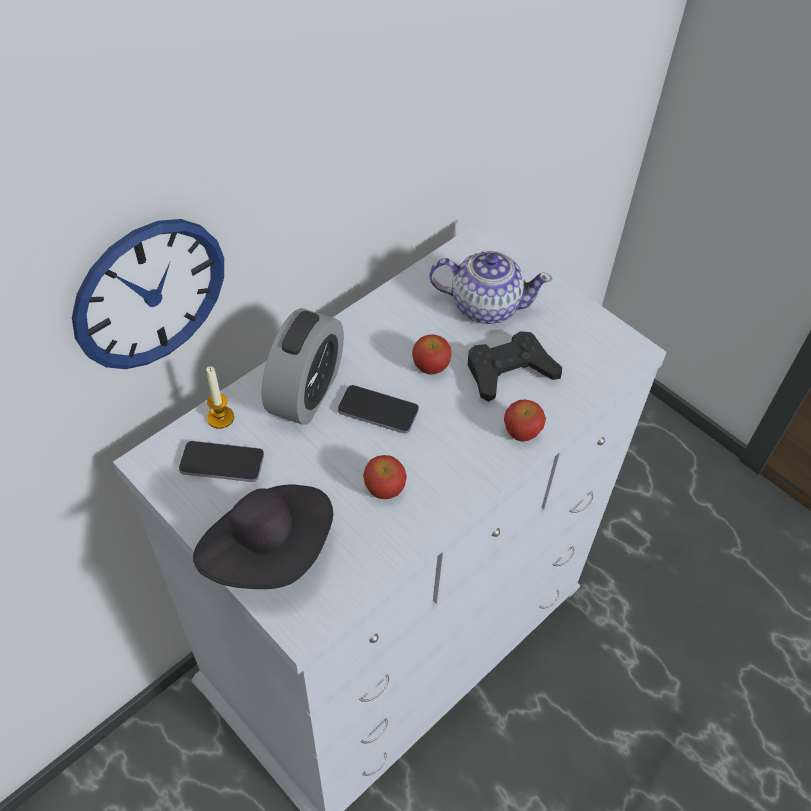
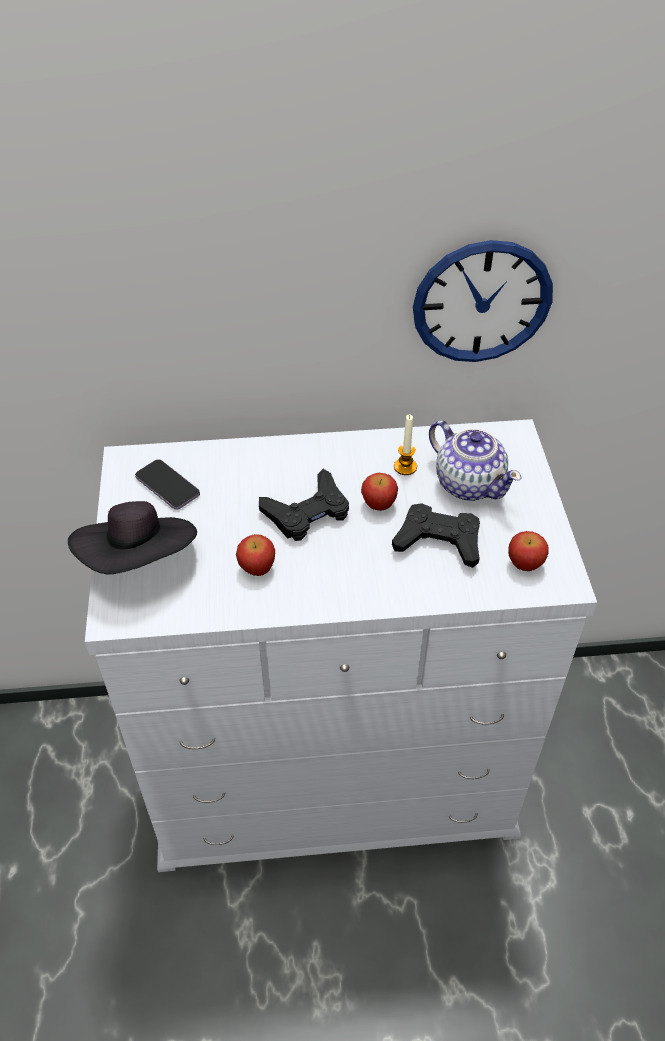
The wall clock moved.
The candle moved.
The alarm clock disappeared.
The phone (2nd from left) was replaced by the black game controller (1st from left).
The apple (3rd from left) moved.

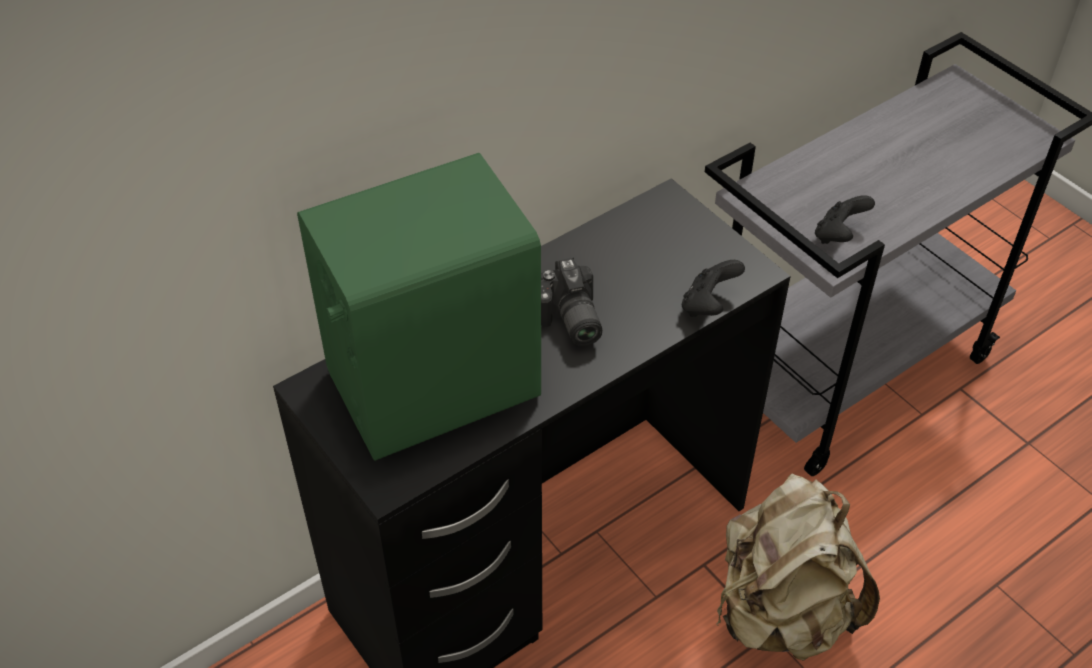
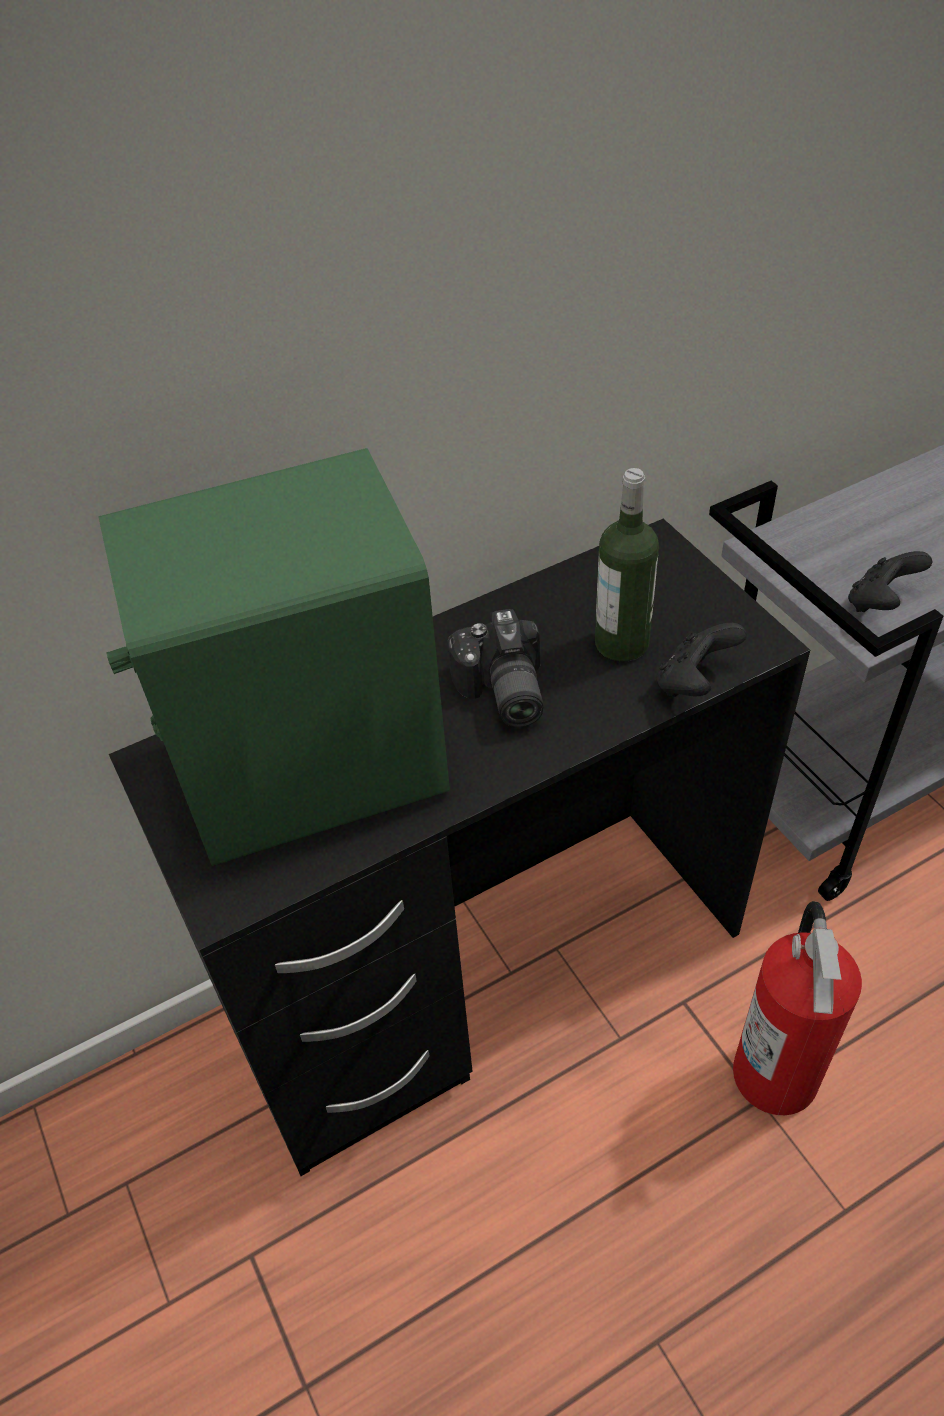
The beige backpack was replaced by the fire extinguisher.
The bottle appeared.

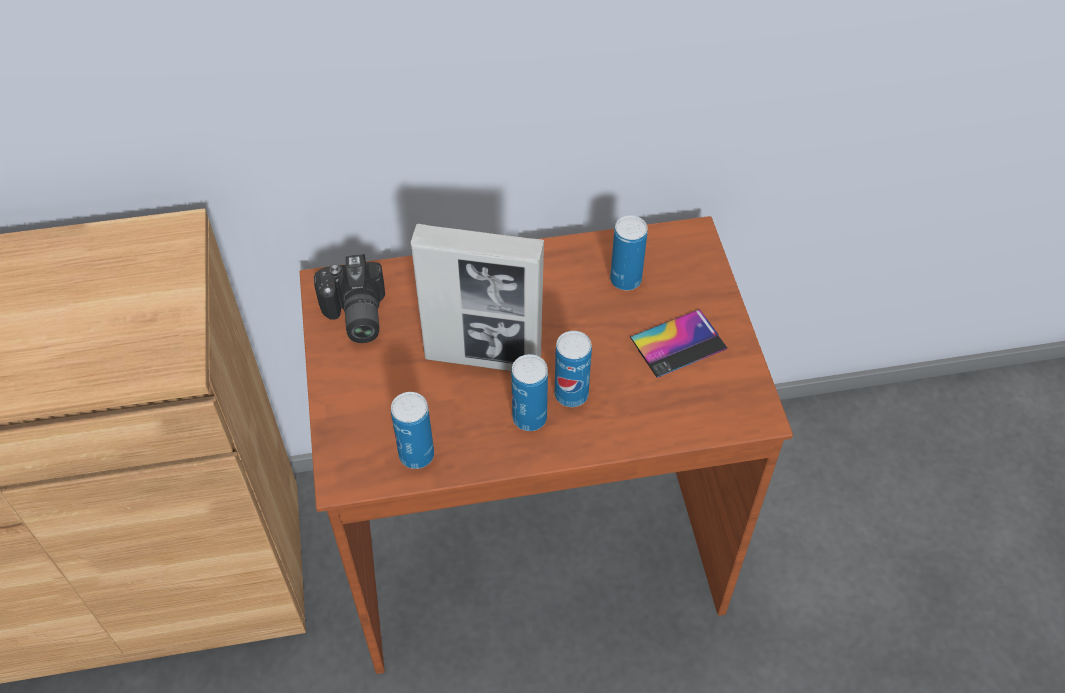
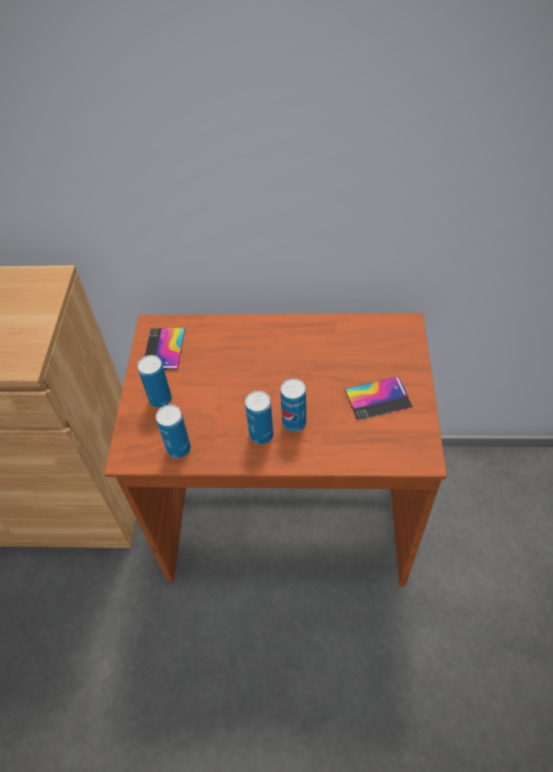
The photo camera was replaced by the phone (1st from left).
The picture frame disappeared.
The can (4th from left in the first image) moved.

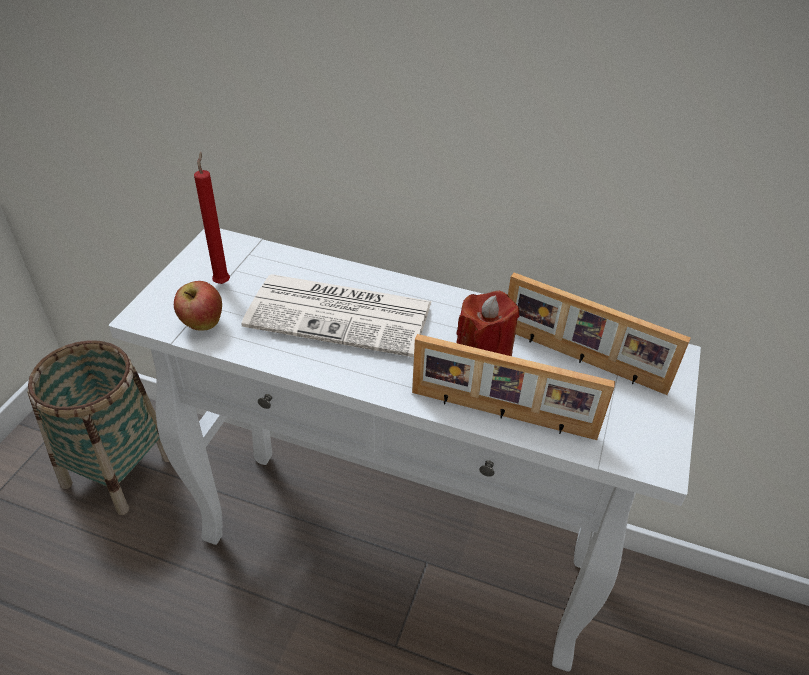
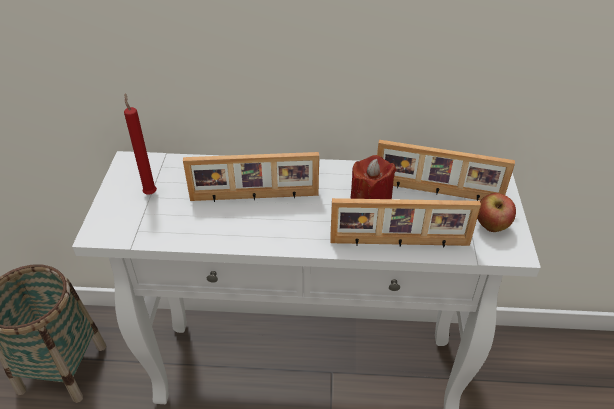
The apple moved.
The newspaper was replaced by the picture frame (1st from left).

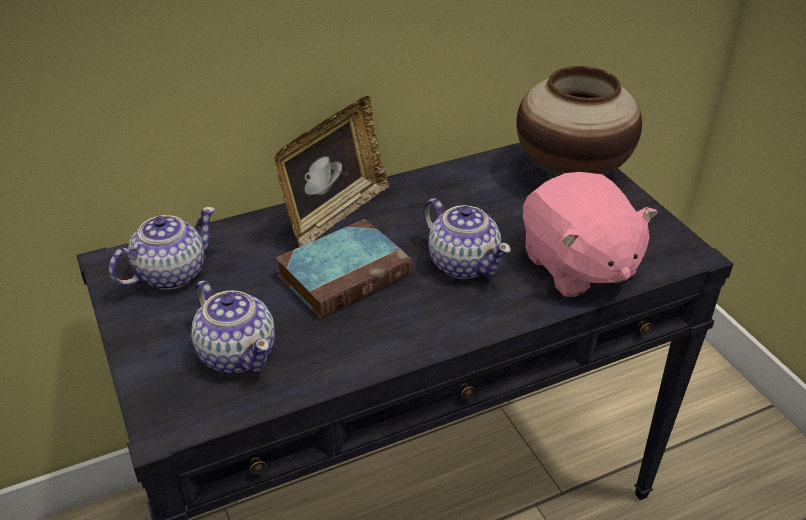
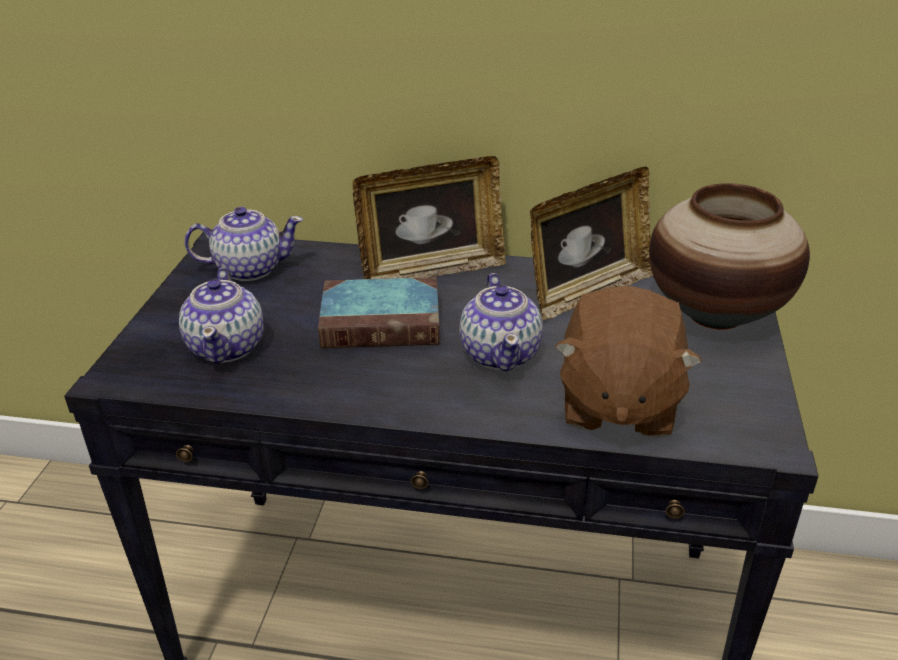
The pink plush toy became the brown plush toy.
The picture frame (2nd from left) appeared.

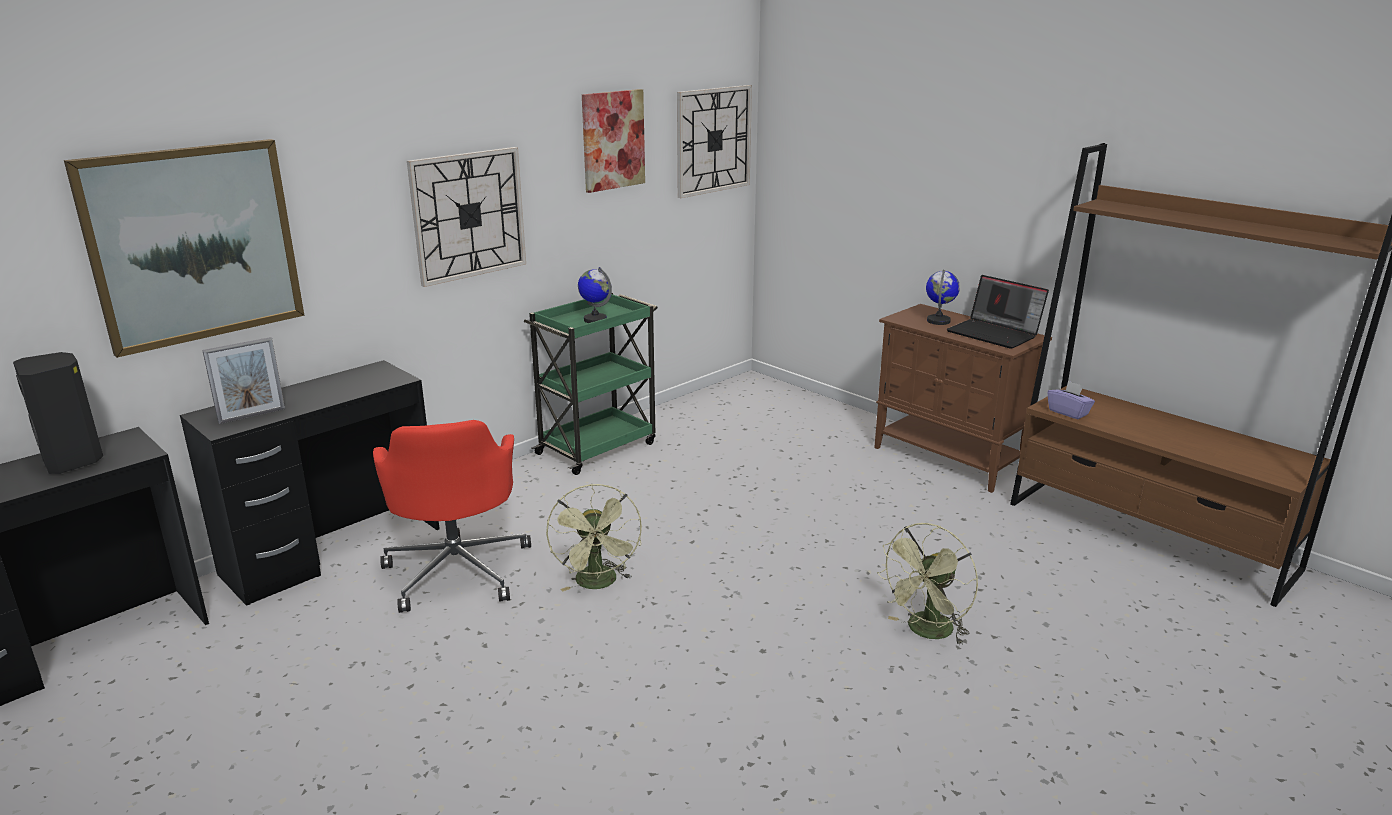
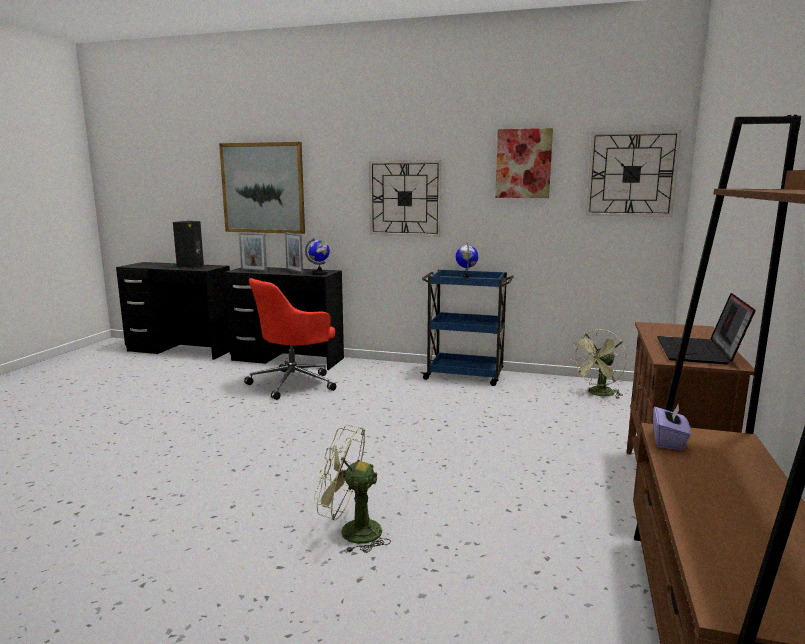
The green cart became the blue cart.
The green fan (1st from left in the first image) moved.
The globe (2nd from left in the first image) moved.
The picture frame (2nd from left) appeared.

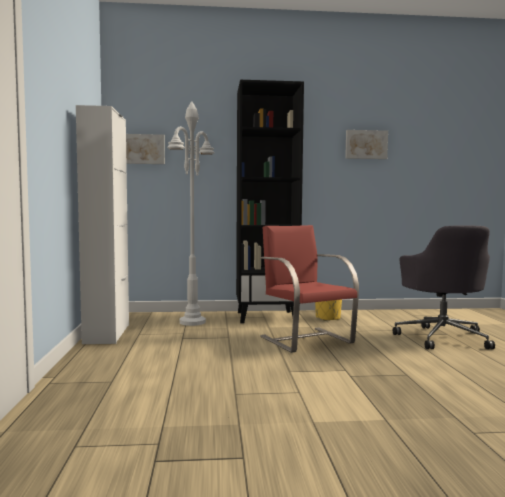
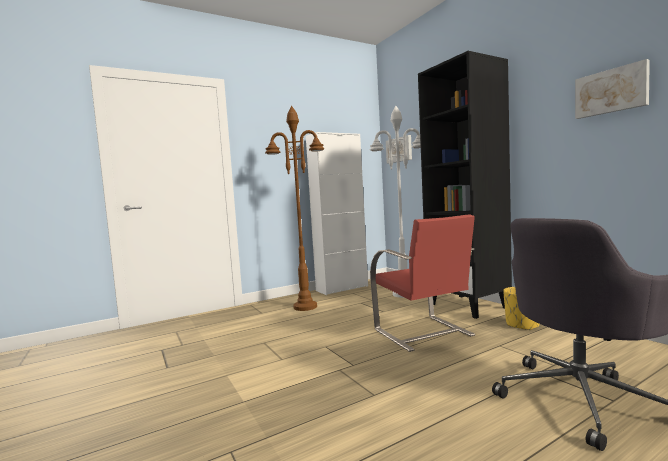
The red chair turned 120 degrees clockwise.
The brown floor lamp appeared.

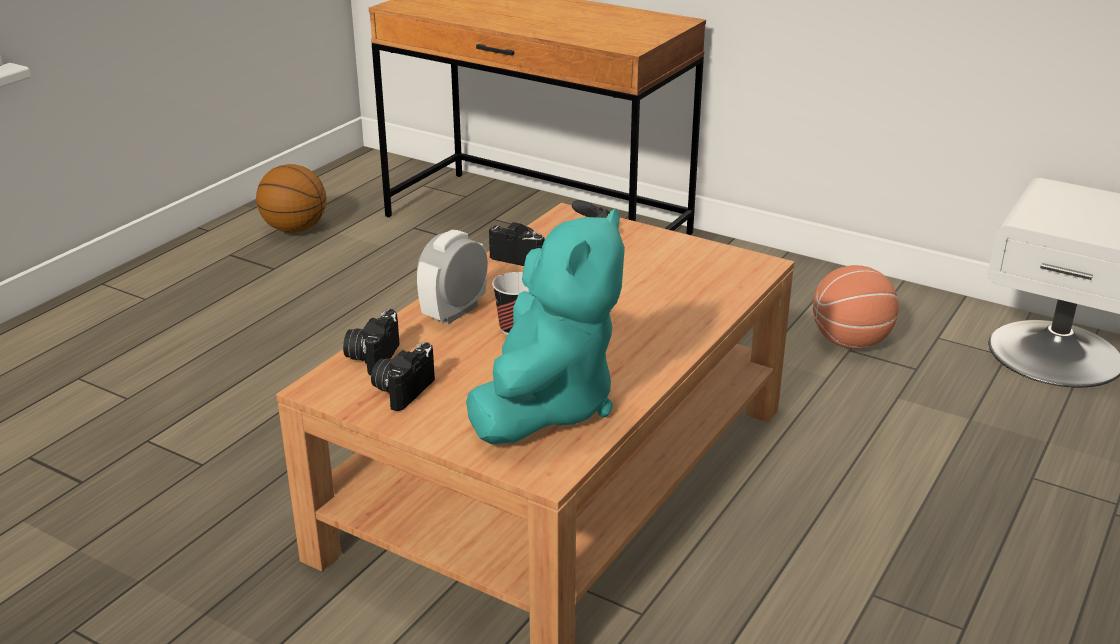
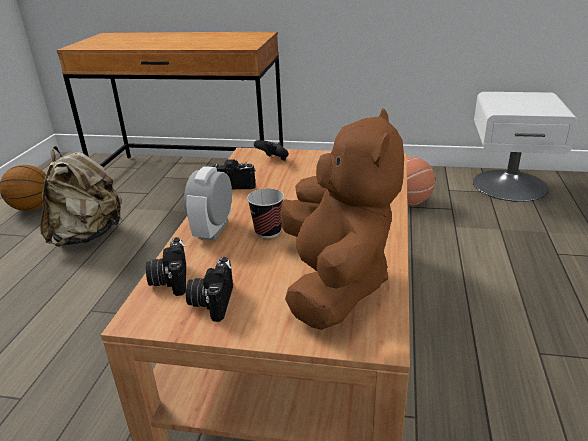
The turquoise plush toy became the brown plush toy.
The beige backpack appeared.

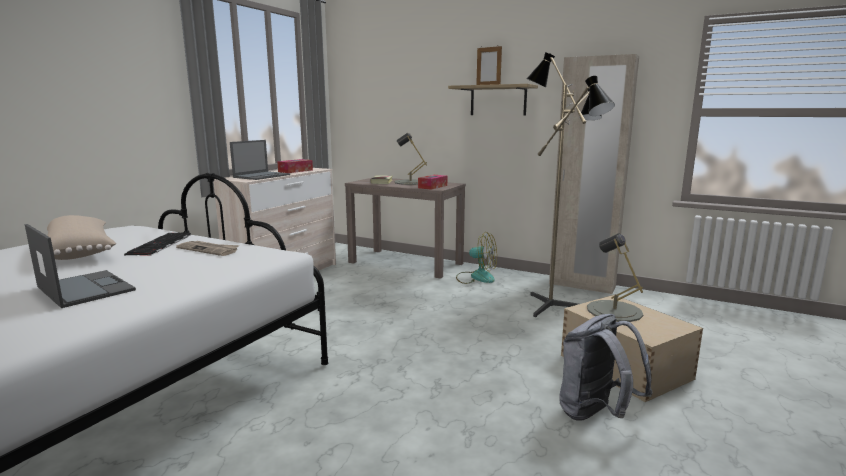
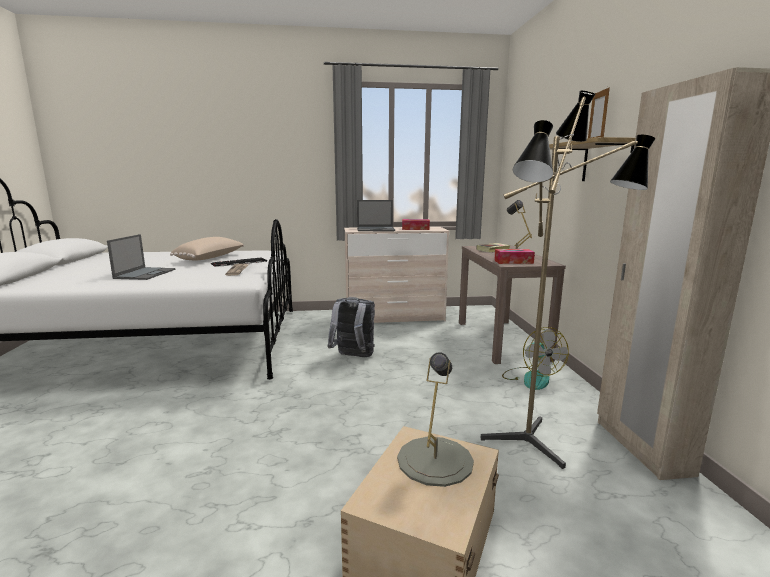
The grey backpack moved.

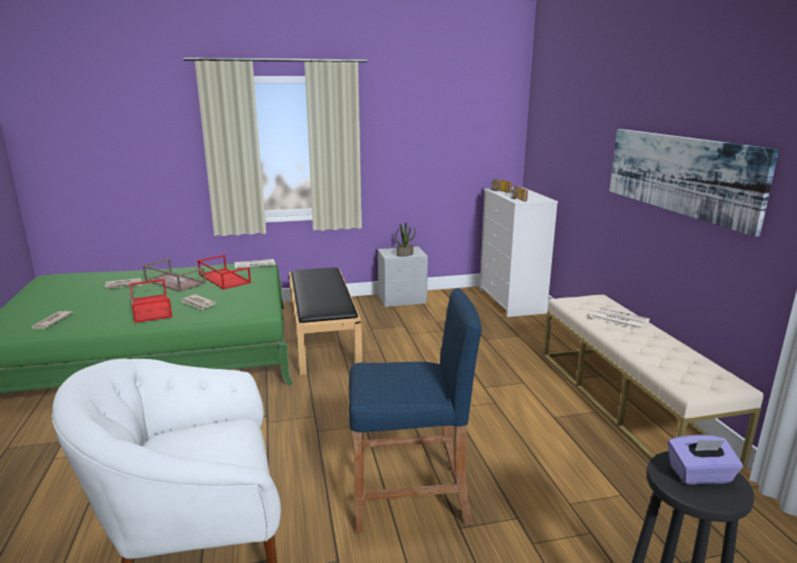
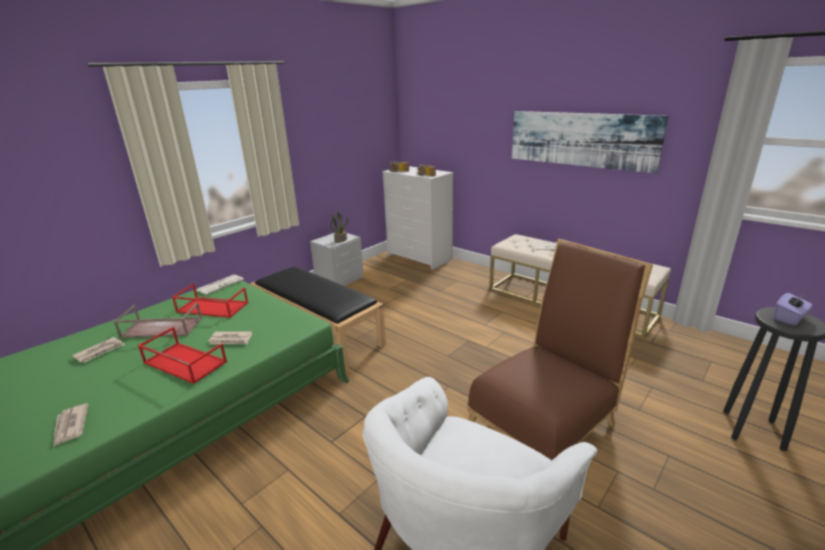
The blue stool was replaced by the brown chair.

